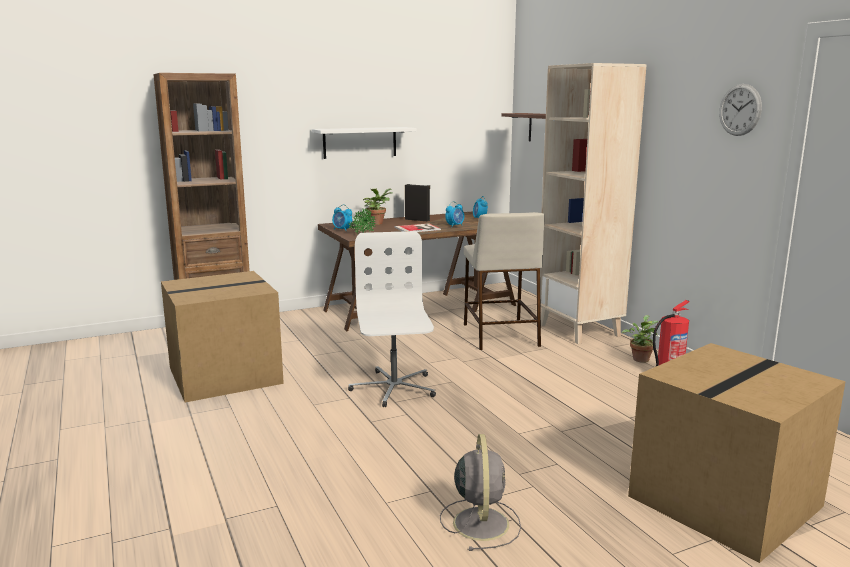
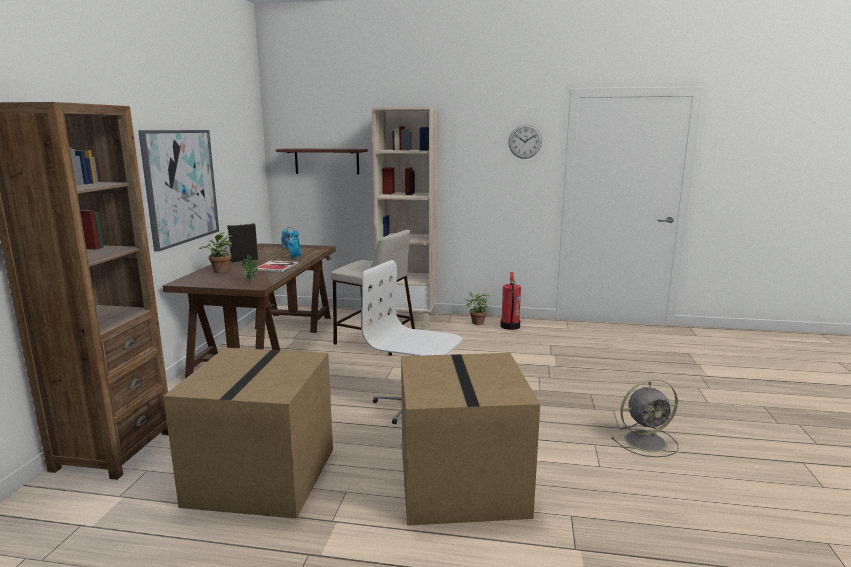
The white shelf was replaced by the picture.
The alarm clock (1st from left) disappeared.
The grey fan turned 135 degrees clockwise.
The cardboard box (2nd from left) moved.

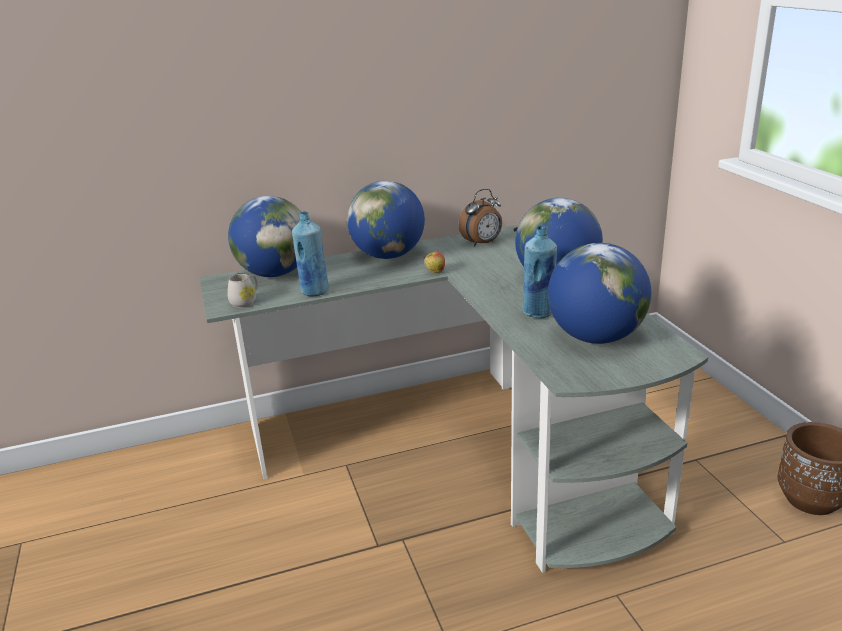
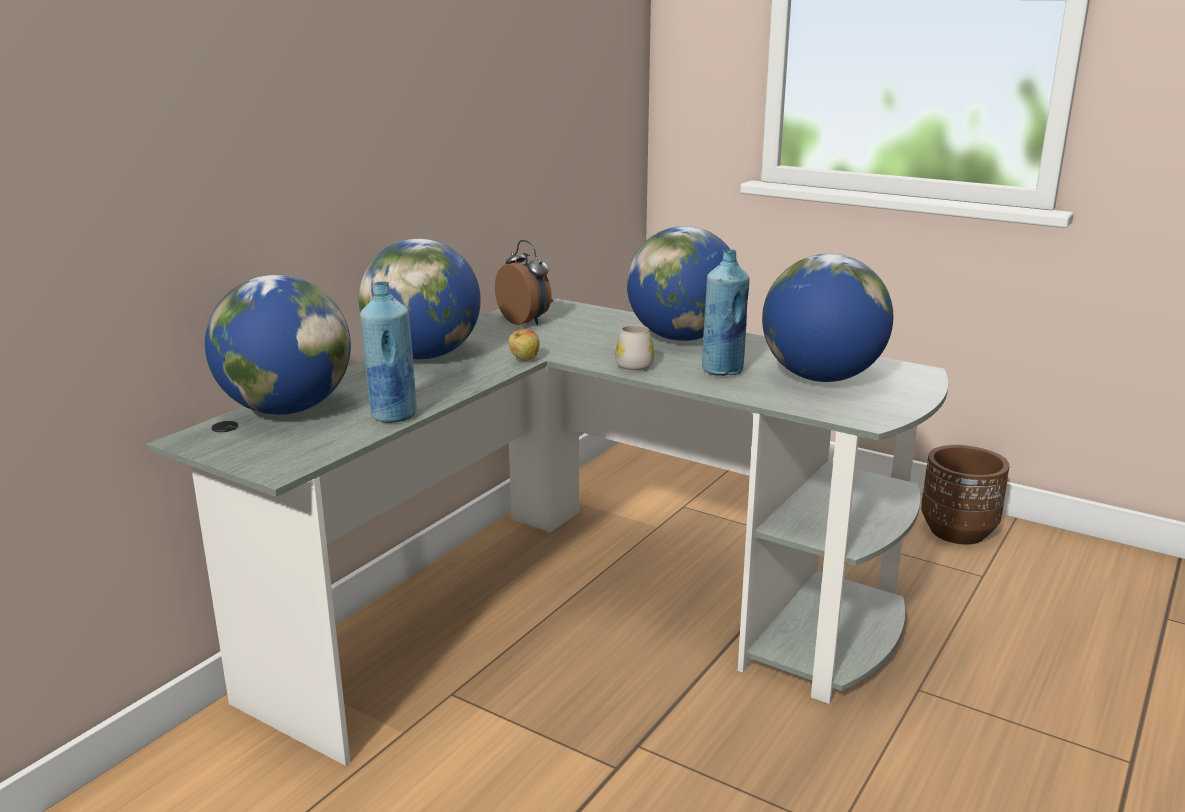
The white mug moved.
The alarm clock turned 60 degrees counterclockwise.

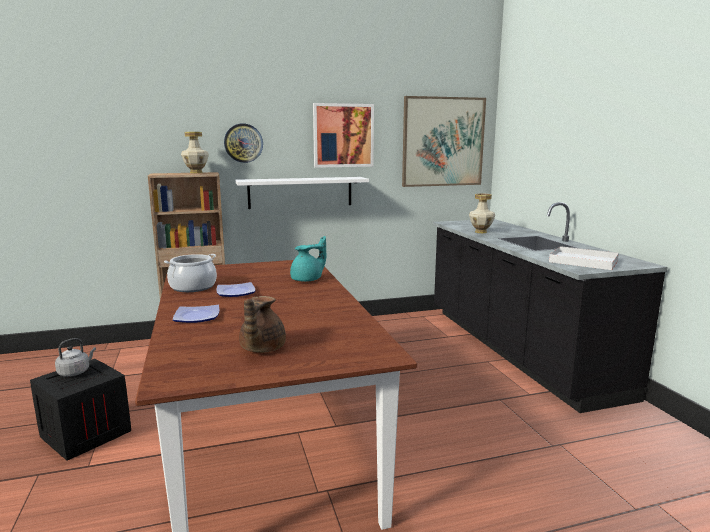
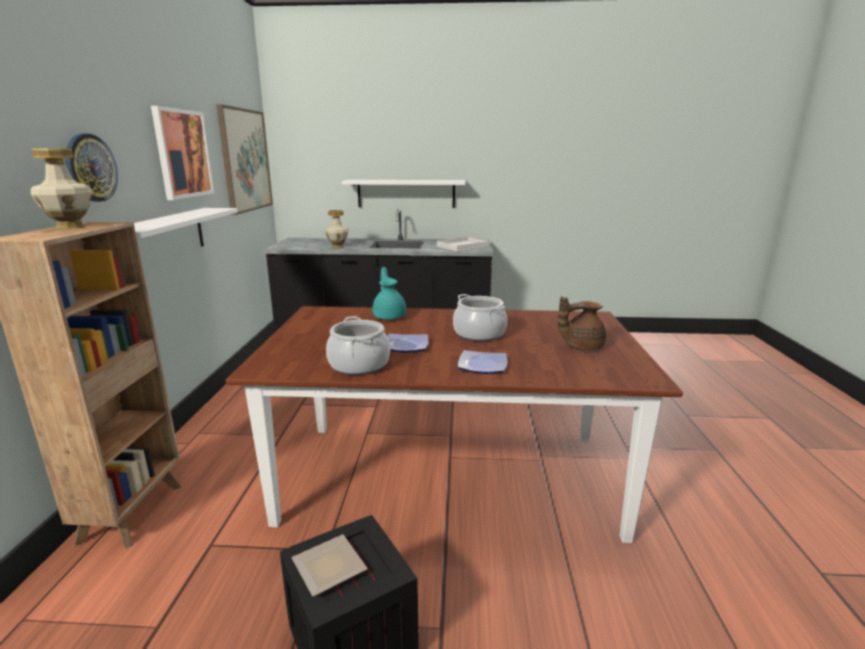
The grey kettle was replaced by the plate (1st from left).
The brown teapot turned 135 degrees clockwise.
The white shelf (2nd from left) appeared.
The cooking pot (2nd from left) appeared.

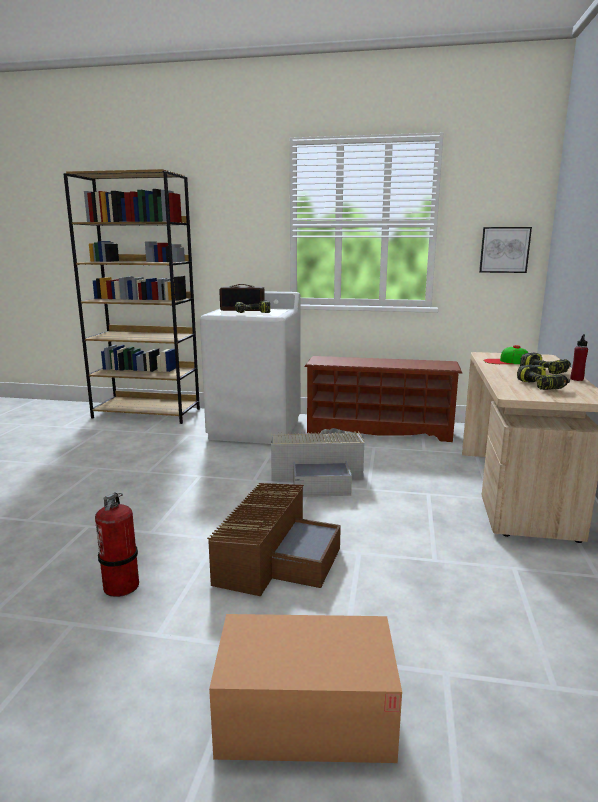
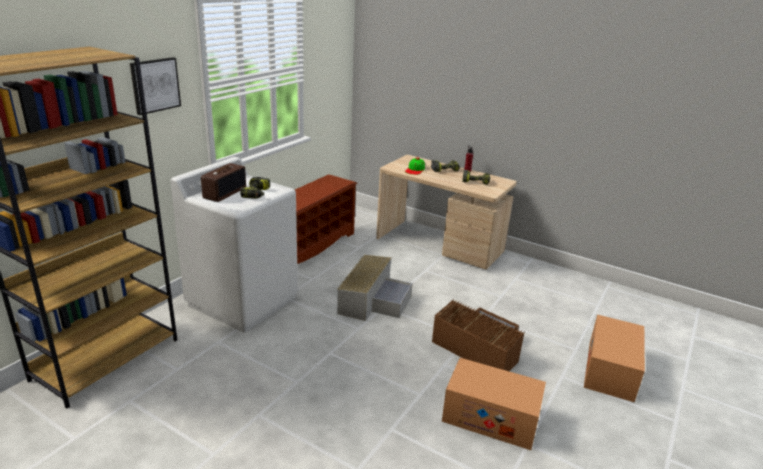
The fire extinguisher was replaced by the cardboard box (1st from left).
The picture moved.

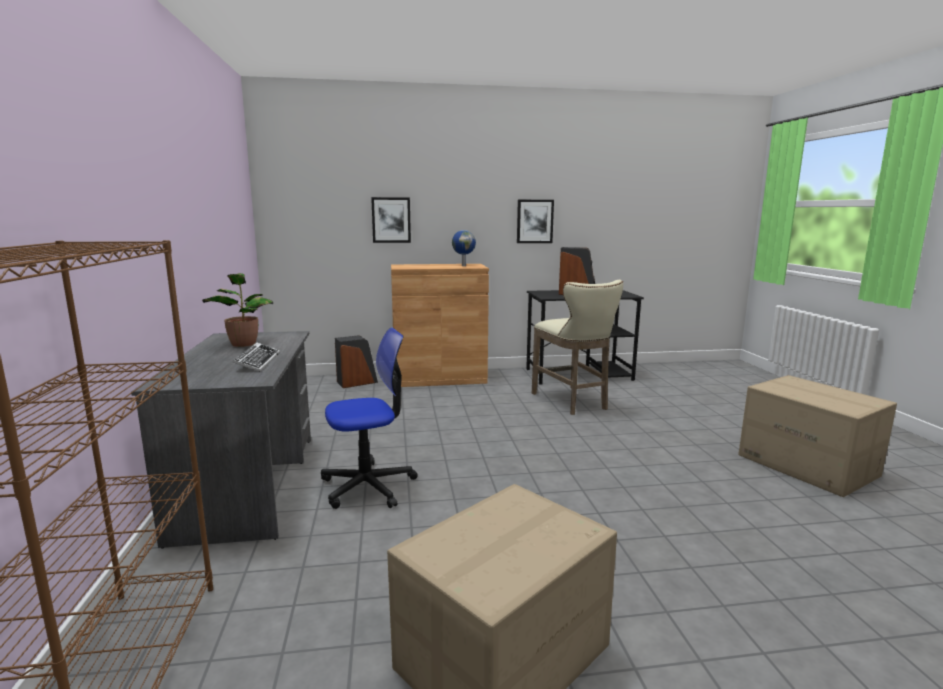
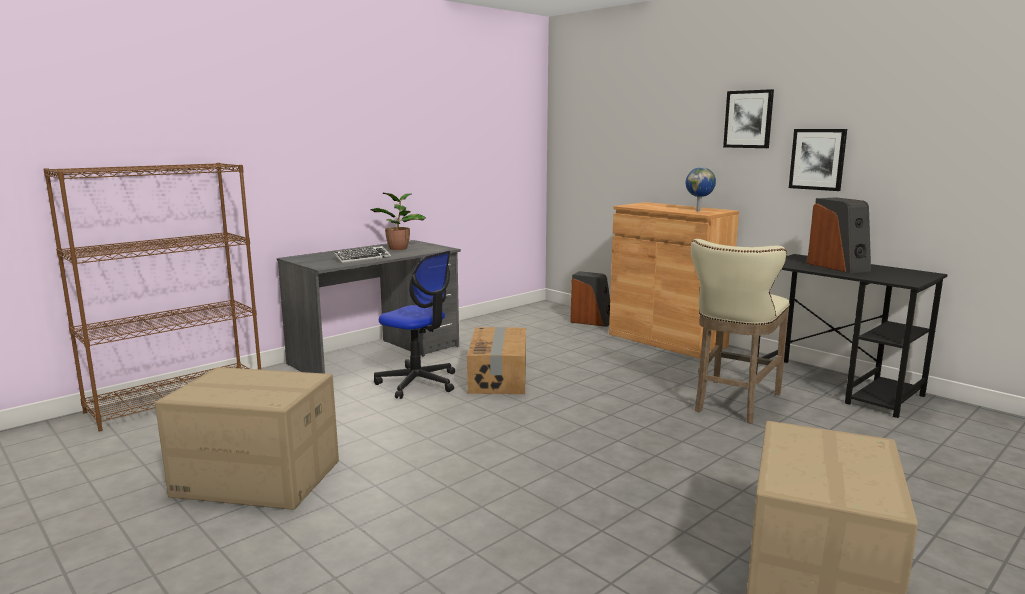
The picture (1st from left) moved.
The cardboard box (2nd from left) appeared.

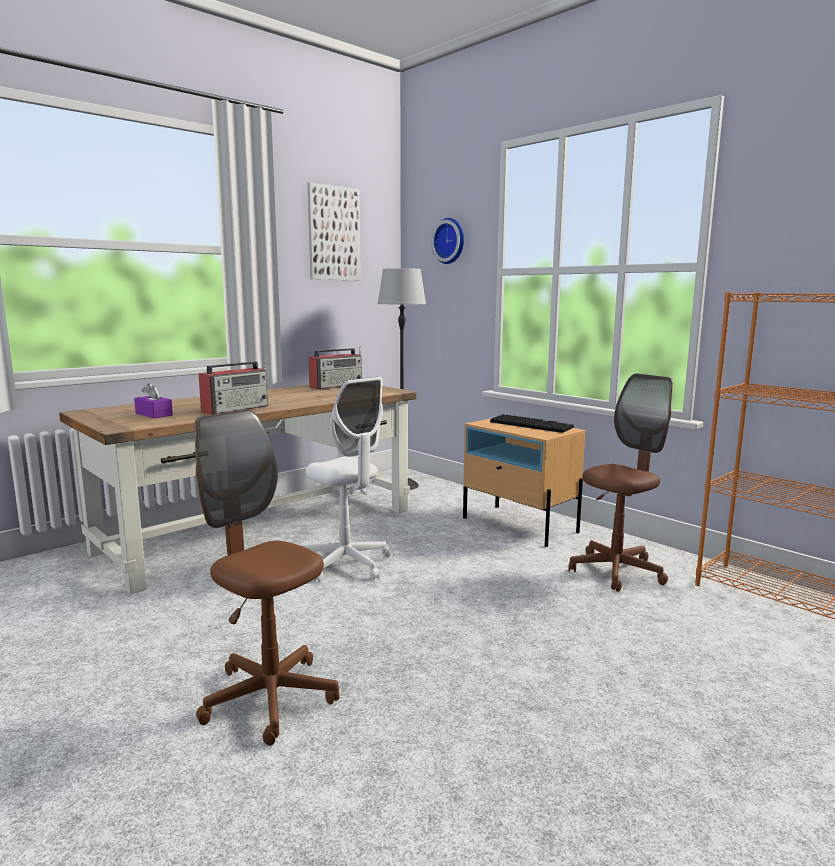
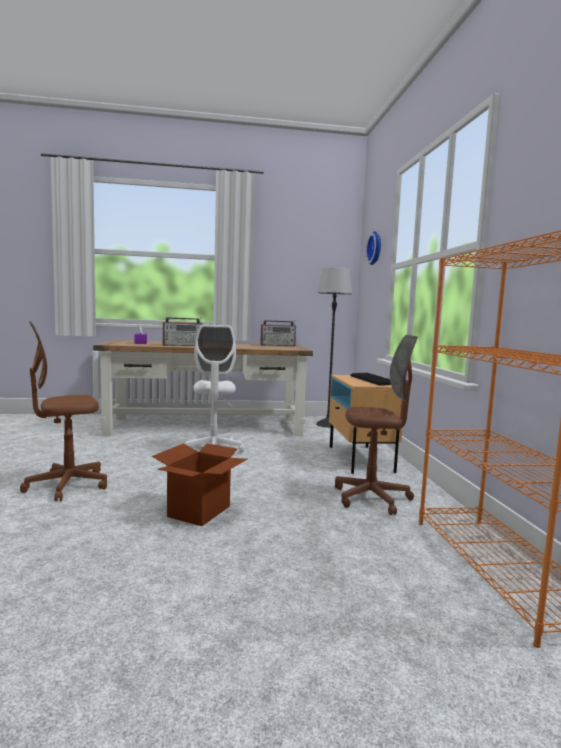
The brown office chair (1st from left) turned 105 degrees counterclockwise.
The picture disappeared.
The cardboard box appeared.

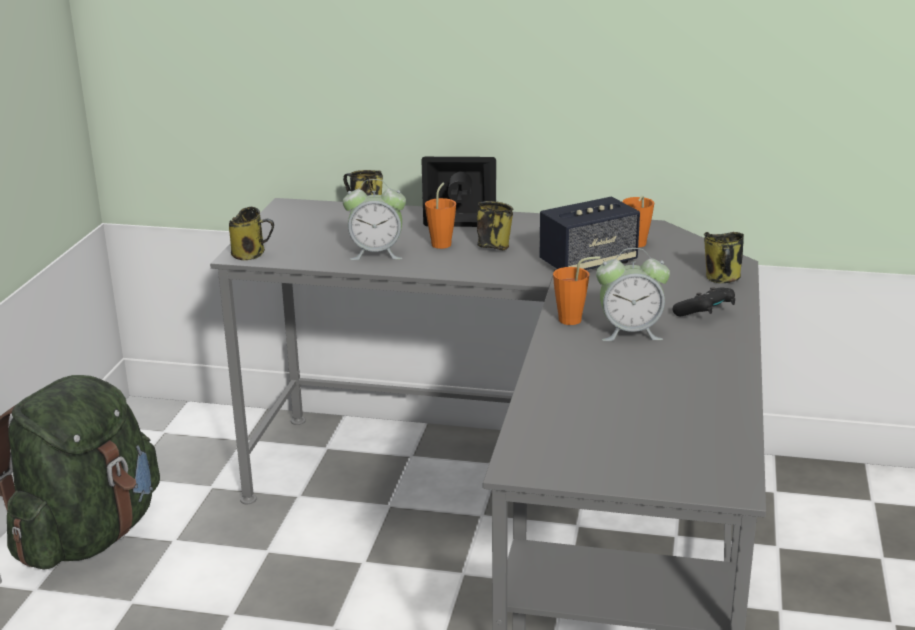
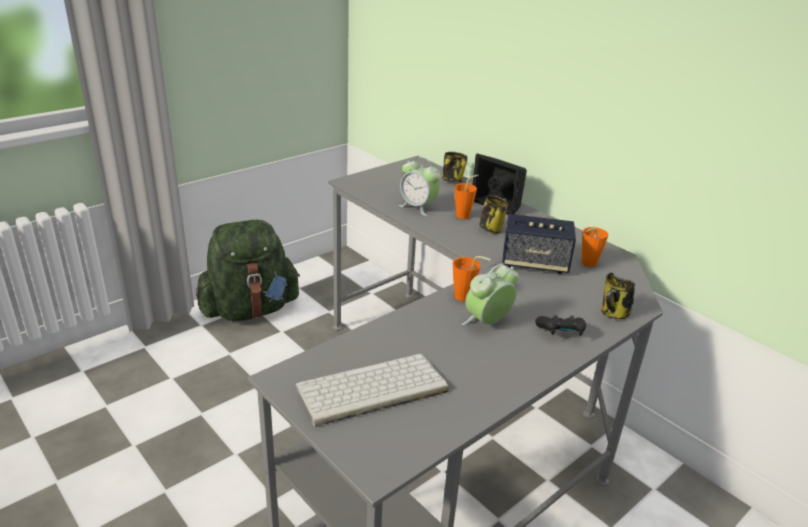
The mug (1st from left) disappeared.
The alarm clock (2nd from left) turned 105 degrees clockwise.
The keyboard appeared.

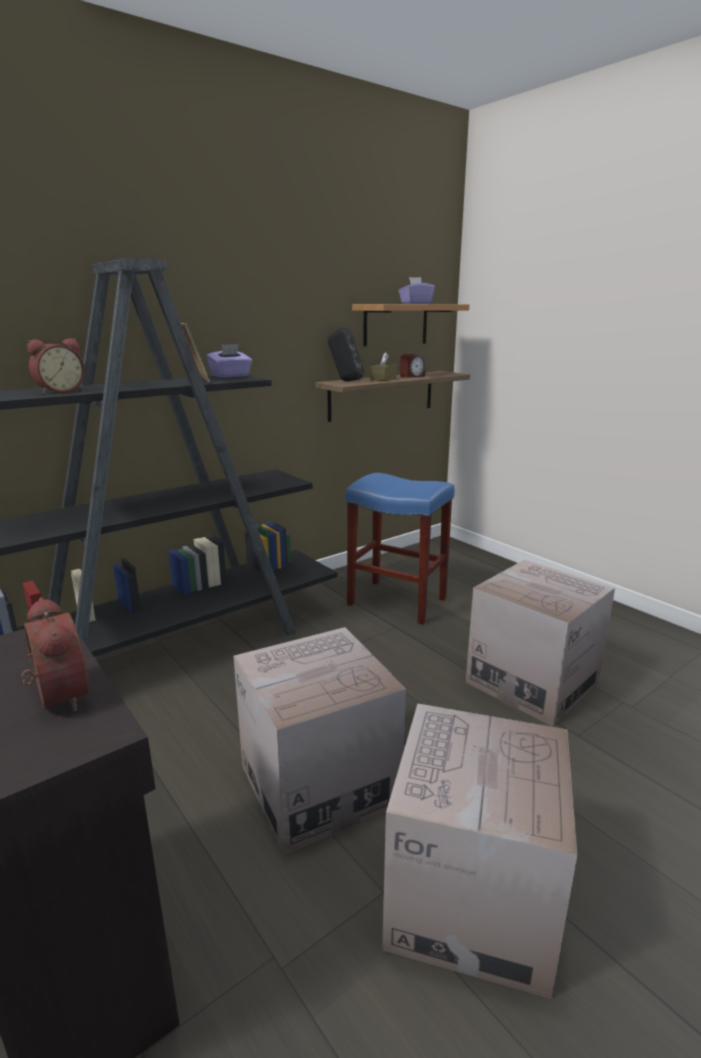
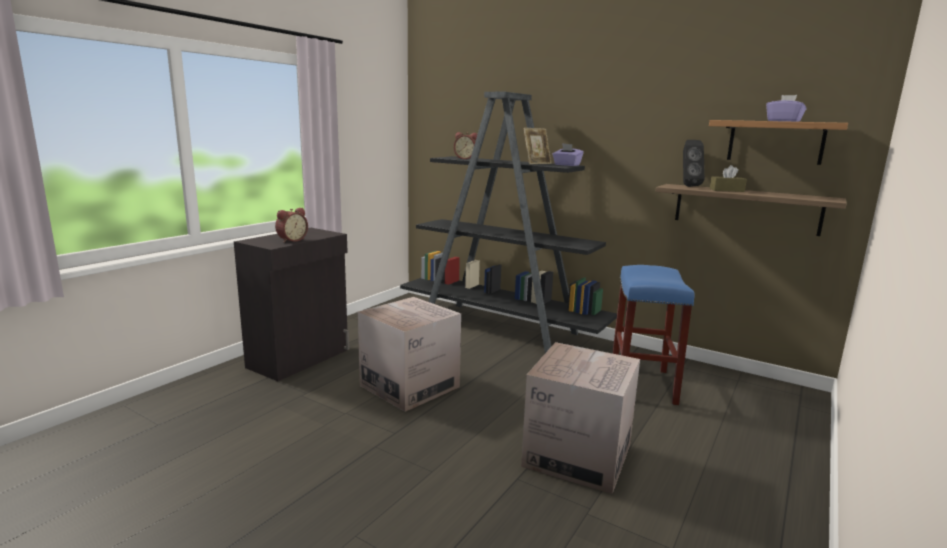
The cardboard box (2nd from left) disappeared.
The alarm clock (3rd from left) disappeared.

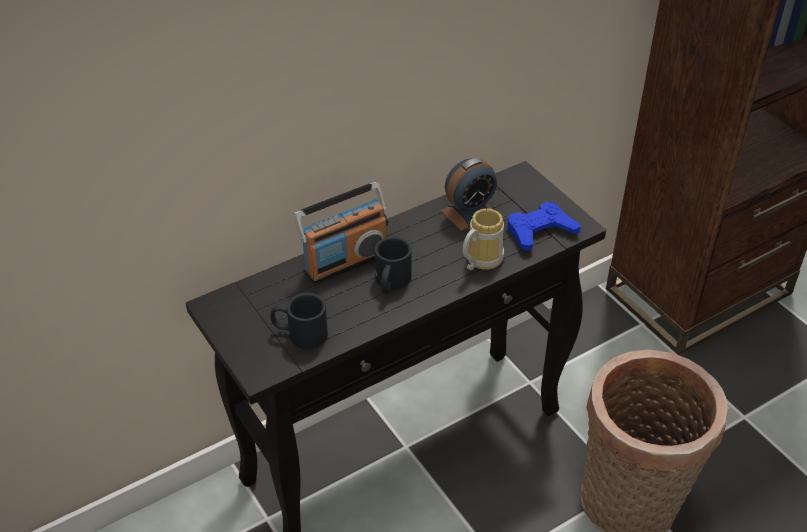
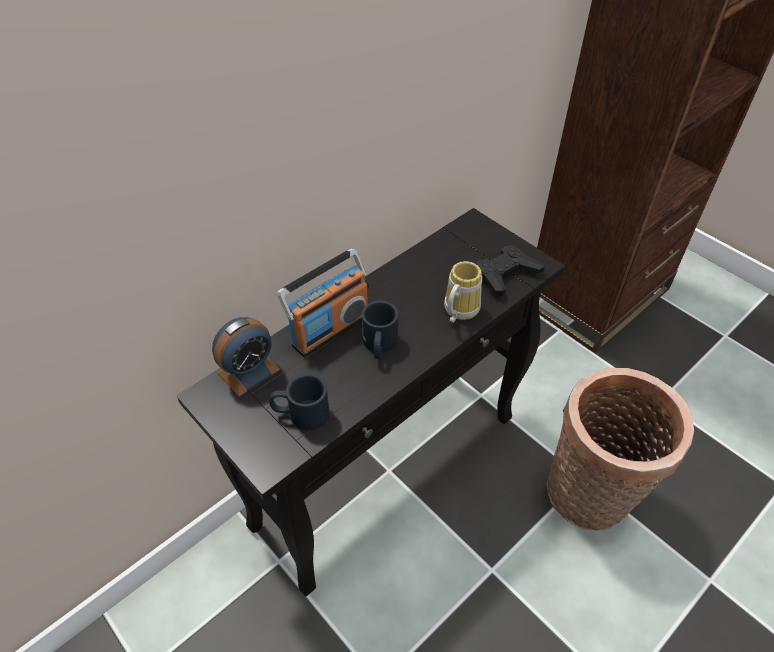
The alarm clock moved.
The blue game controller became the black game controller.

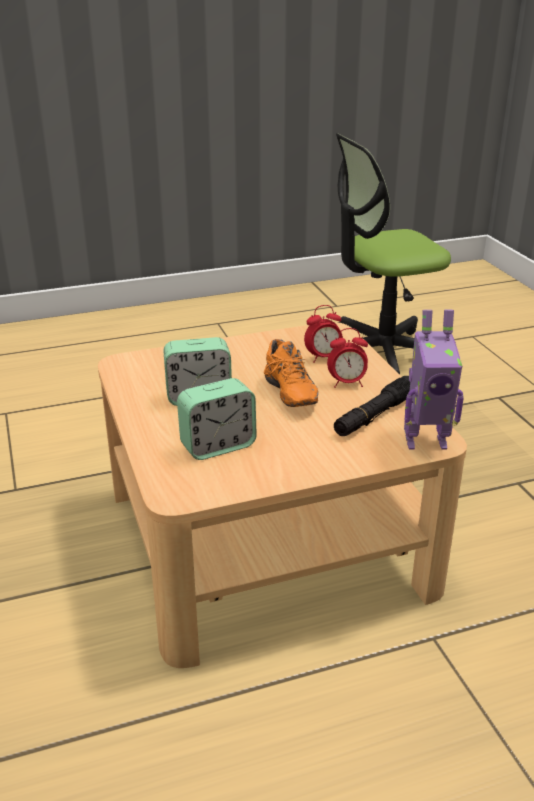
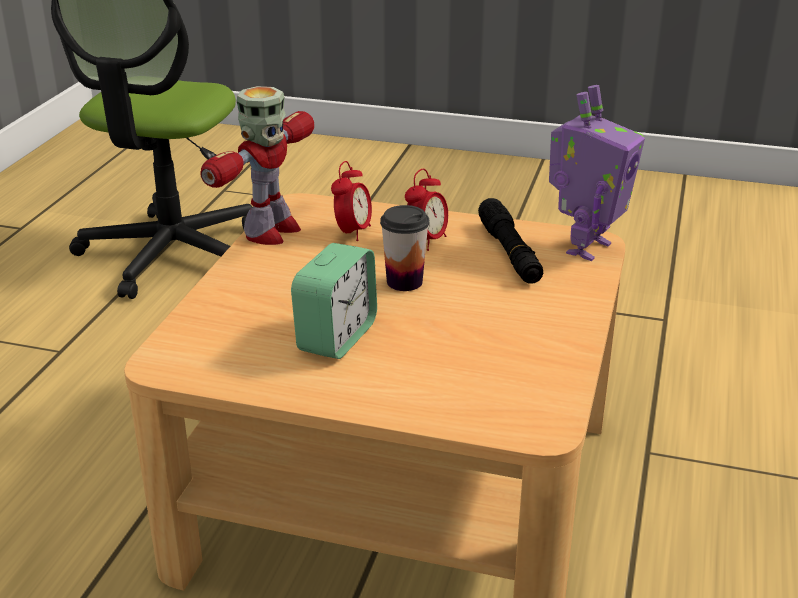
The alarm clock (2nd from left) disappeared.
The orange shoe was replaced by the cup.
The toy robot (1st from left) appeared.

